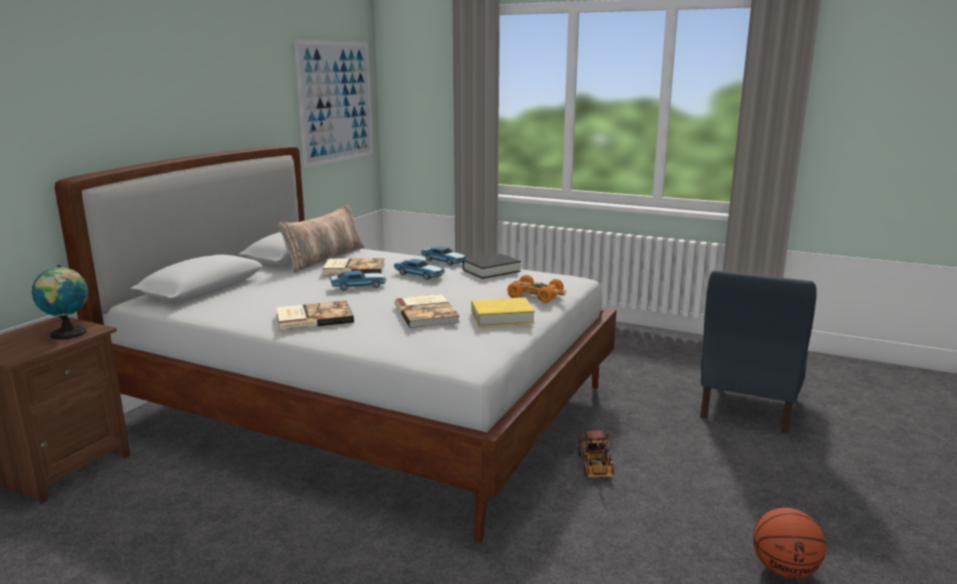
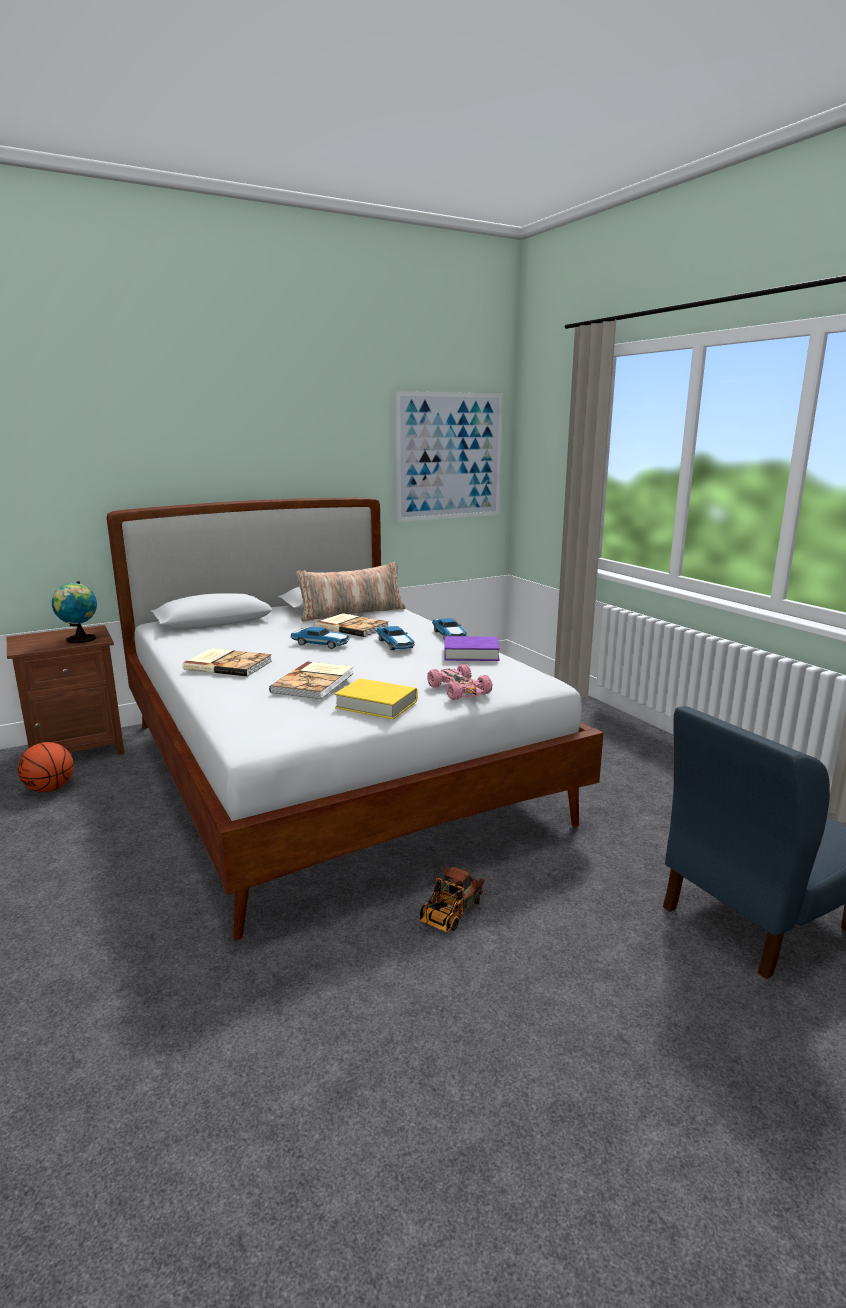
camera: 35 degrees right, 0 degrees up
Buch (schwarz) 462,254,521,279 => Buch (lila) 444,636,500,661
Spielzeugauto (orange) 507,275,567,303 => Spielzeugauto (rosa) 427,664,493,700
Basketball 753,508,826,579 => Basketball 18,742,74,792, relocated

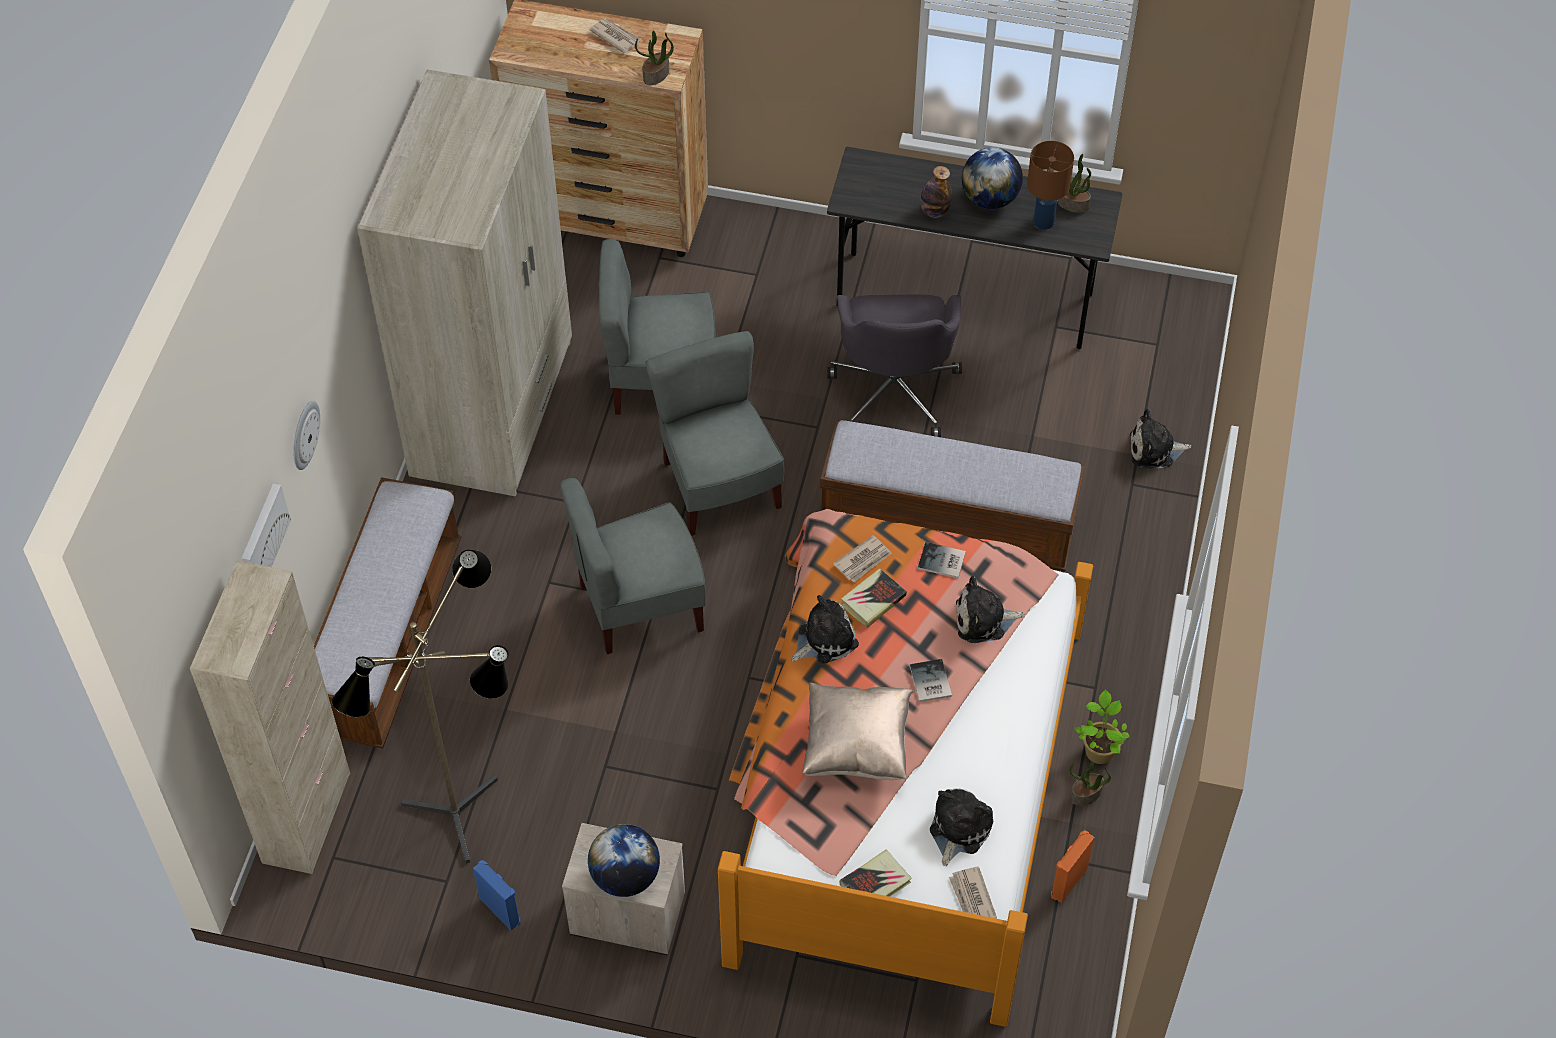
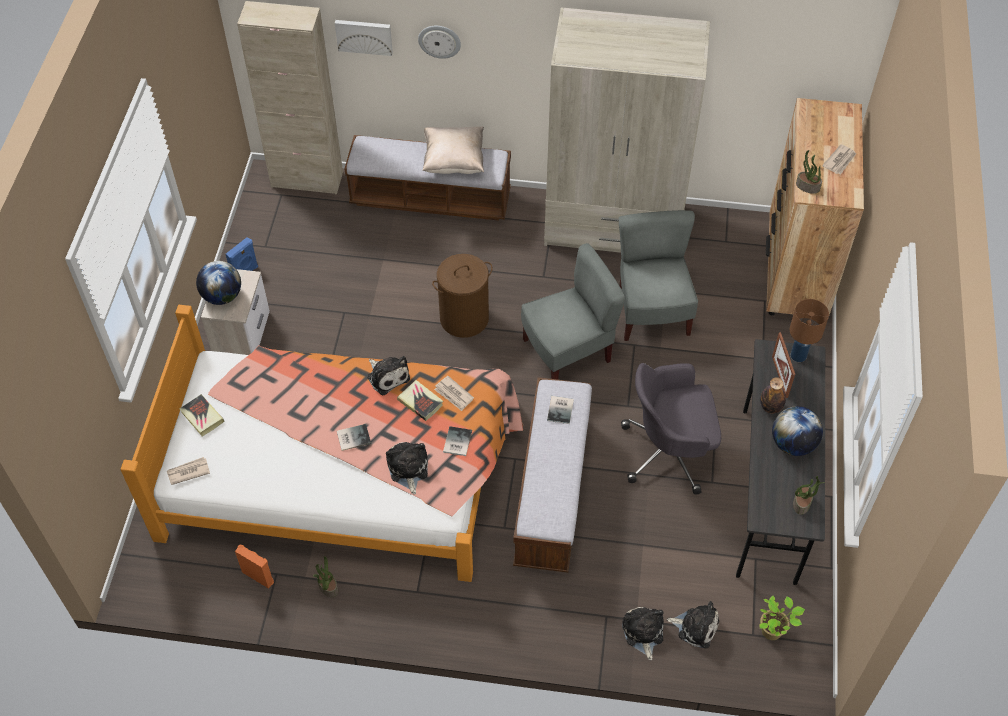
camera: 85 degrees right, 0 degrees up
Tischlampe (braun) 1027,141,1074,230 => Tischlampe (braun) 790,299,829,362, relocated
Stuhl (grau) 560,478,706,654 => Wäschekorb (braun) 432,254,493,338
Stehlampe 332,550,508,863 => nothing
Kissen (beige) 802,682,913,780 => Kissen (beige) 422,126,484,174, relocated
Topfpflanze 1075,690,1130,764 => Topfpflanze 759,596,805,640, relocated
Plüschtier 930,788,994,866 => Plüschtier 667,601,719,648, relocated
nothing => Bilderrahmen 772,332,795,398
nothing => Buch 547,396,574,424

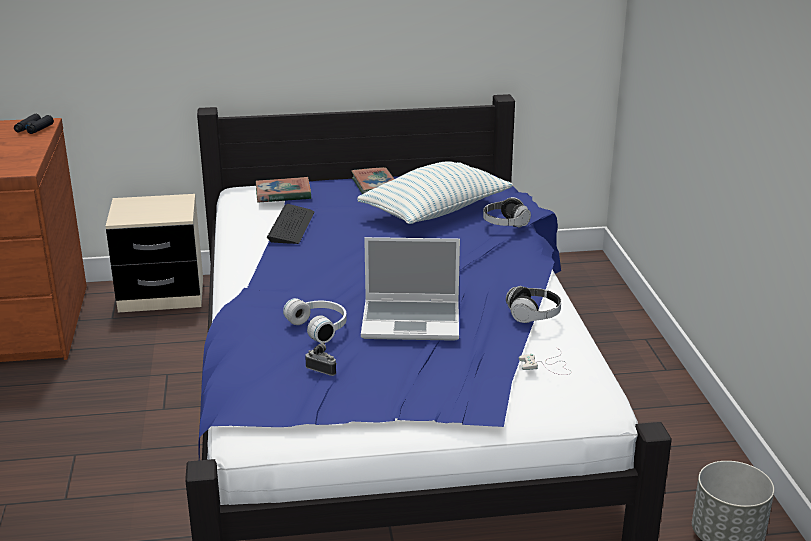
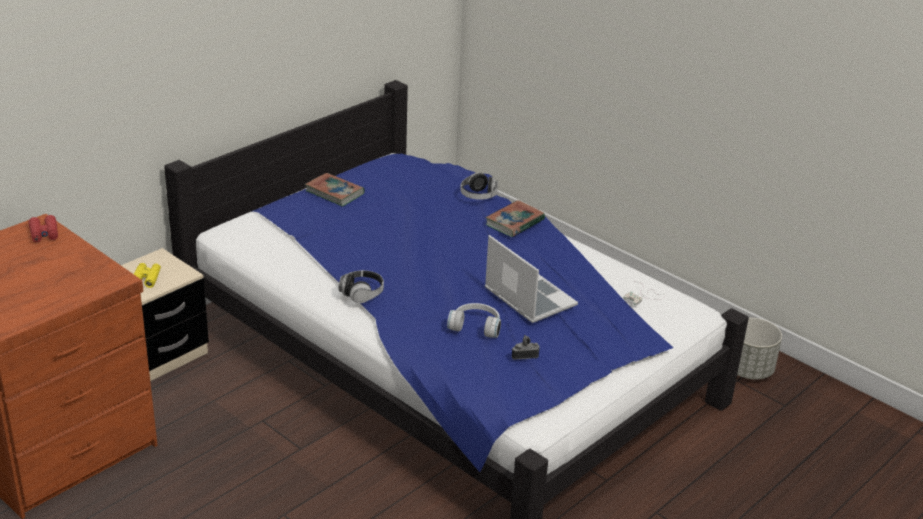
camera: 40 degrees left, 5 degrees up
Fernglas (schwarz) 14,114,54,134 => Fernglas (rot) 29,215,58,242
Kissen 357,161,513,224 => nothing
Buch 256,177,311,203 => Buch 485,200,545,237, relocated
Tastatur 267,204,314,244 => nothing
Laptop 361,237,460,341 => Laptop 485,235,578,323, 90 degrees counterclockwise
Kopfhörer 506,286,561,323 => Kopfhörer 339,270,384,303, relocated
nothing => Fernglas (gelb) 134,263,161,288

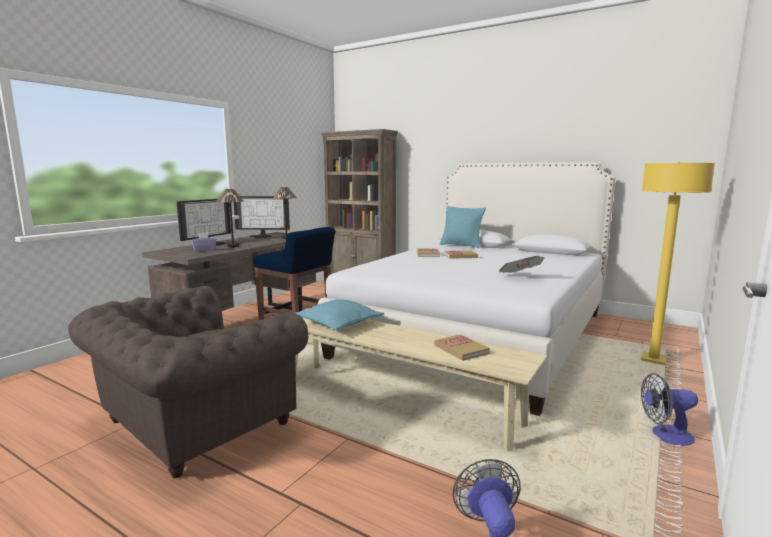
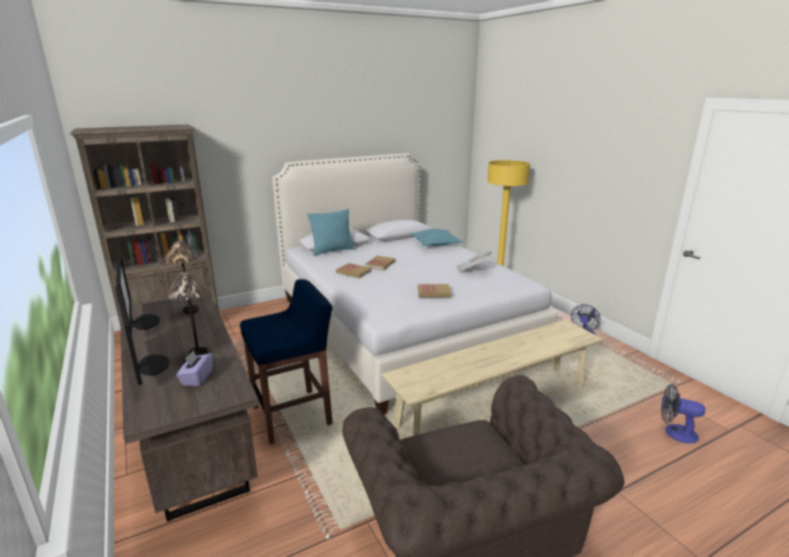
camera: 60 degrees left, 10 degrees up
Monitor 234,196,290,238 => Monitor 116,255,160,335, 60 degrees counterclockwise
Kissen (türkis) 295,299,384,330 => Kissen (türkis) 410,229,463,246, relocated
Buch 434,334,490,361 => Buch 418,284,451,297, relocated

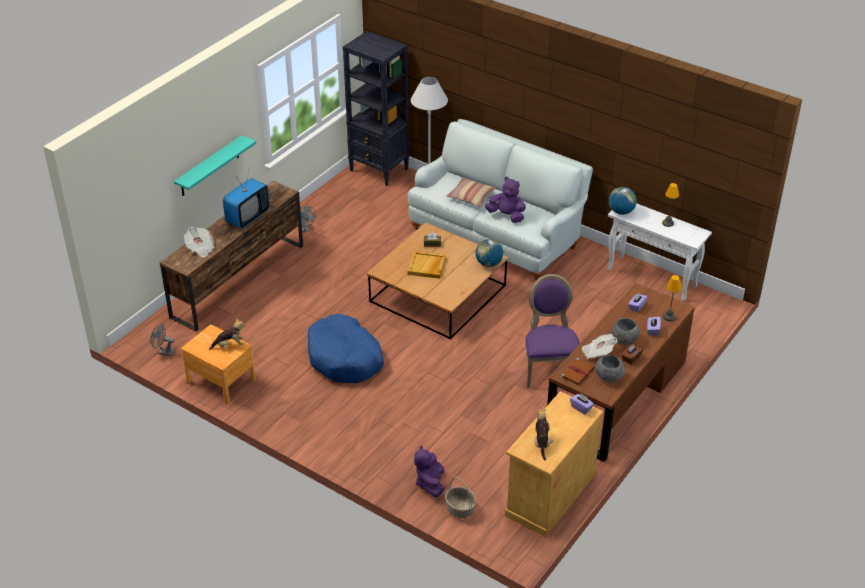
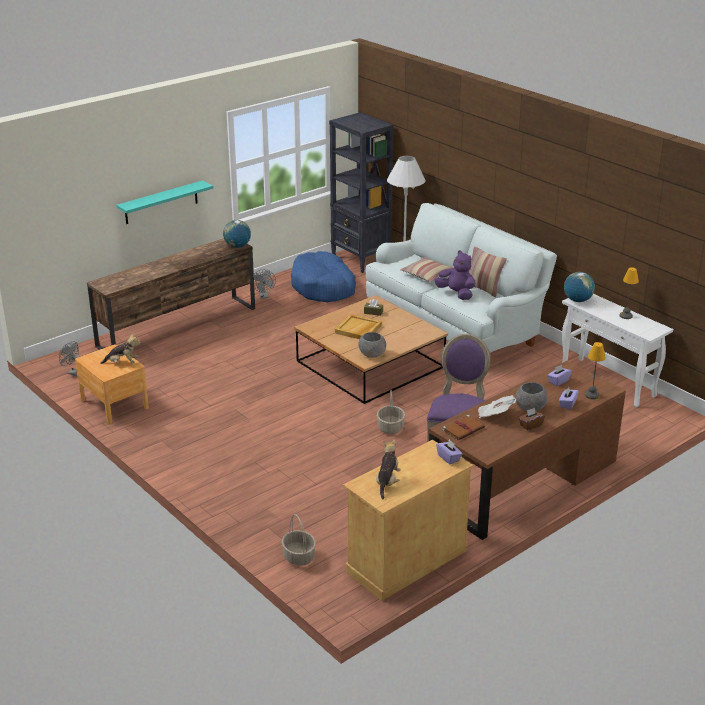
camera: 15 degrees right, 10 degrees down
Fernseher 223,167,270,229 => nothing
Zeitung 184,227,215,258 => nothing
Globus 475,239,503,267 => Globus 223,220,251,248, relocated
Hundebett (blau) 308,314,384,383 => Hundebett (blau) 291,251,356,302, relocated
Schüssel (grau) 595,355,625,383 => Schüssel (grau) 358,332,386,358, relocated
Plüschtier (lila) 414,445,444,497 => nothing
nothing => Kissen 469,246,507,297
nothing => Korb 377,390,405,434

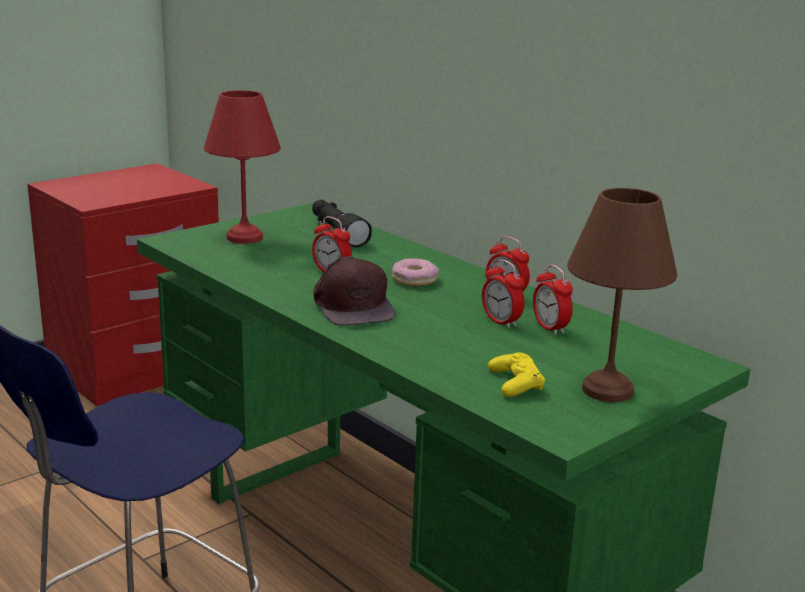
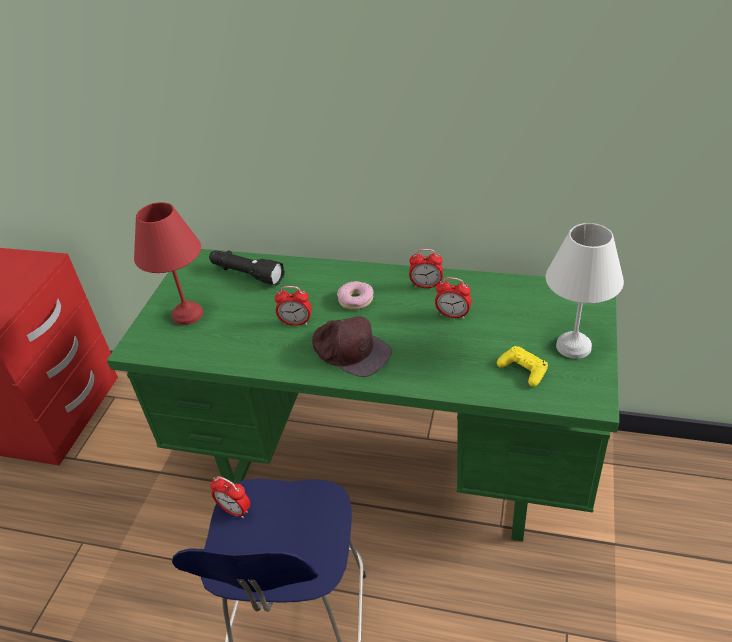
camera: 30 degrees left, 20 degrees up
Tischlampe (braun) 567,188,677,402 => Tischlampe (weiß) 545,223,624,359
Wecker 533,265,573,335 => Wecker 210,476,250,518, relocated

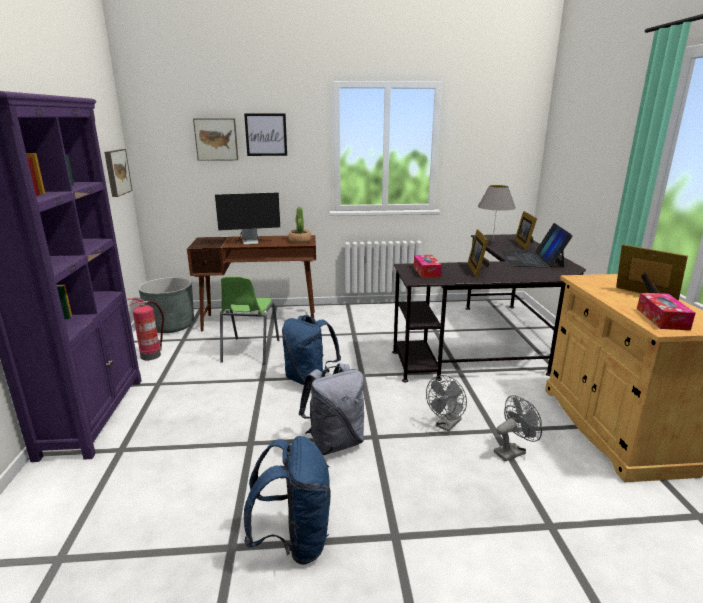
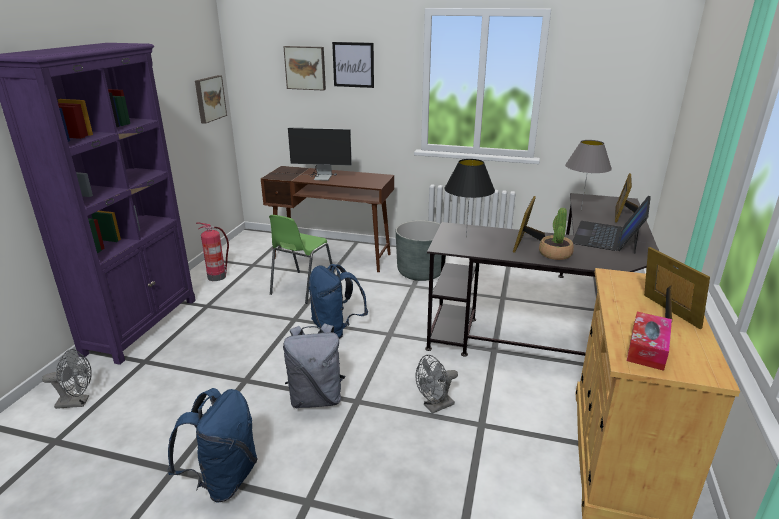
camera: 20 degrees right, 5 degrees up
Topfpflanze 288,207,312,243 => Topfpflanze 539,208,574,260, relocated
Taschentuchbox 414,255,442,278 => Tischlampe (schwarz) 444,159,495,238
Pflanzkübel (grau) 139,277,194,333 => Pflanzkübel (grau) 396,220,446,281, relocated
Ventilator (grau) 494,395,542,461 => Ventilator (grau) 42,349,92,409, relocated

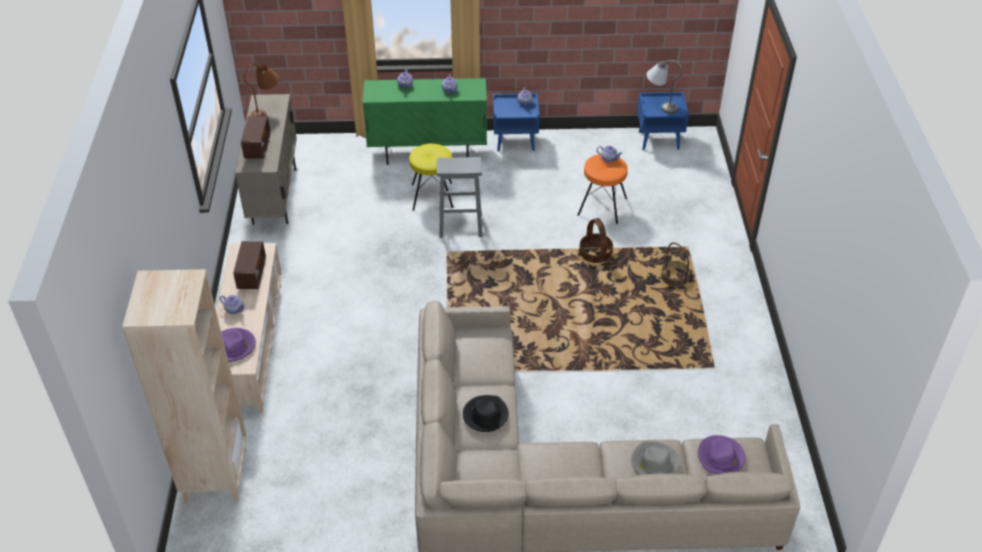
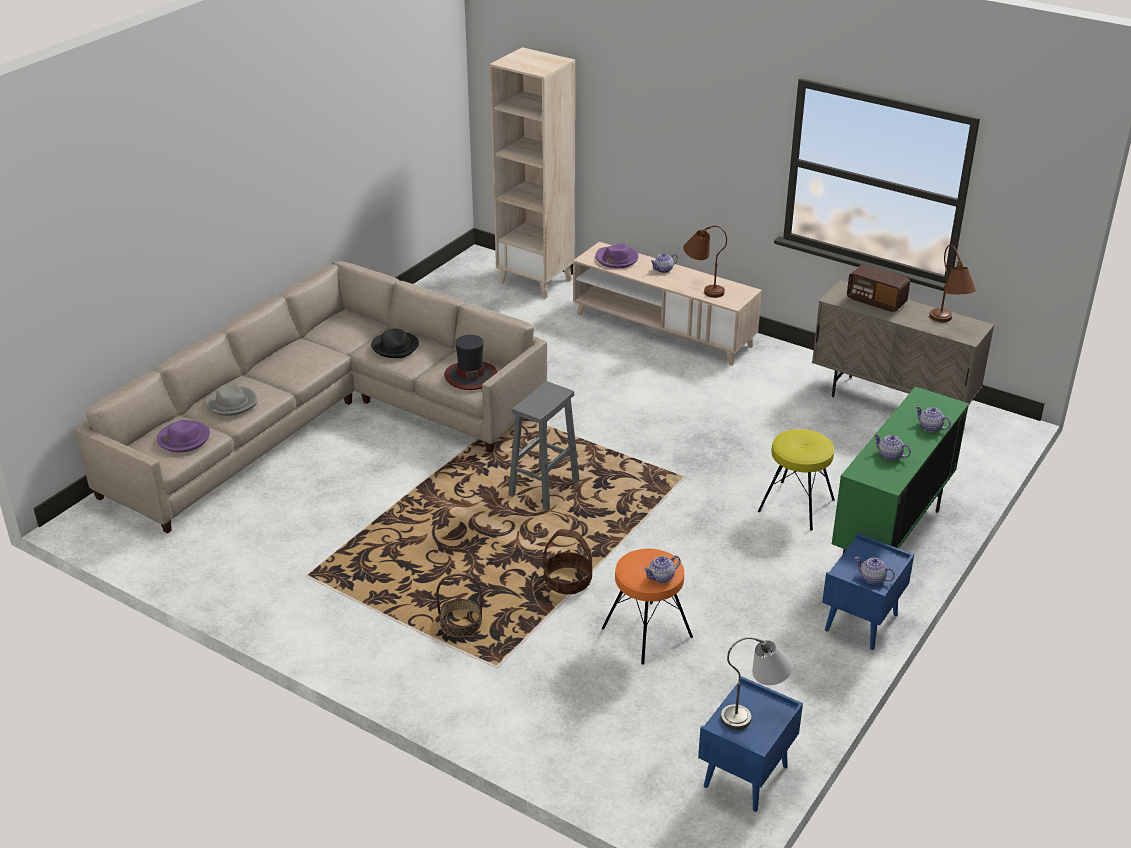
camera: 125 degrees right, 10 degrees down
Hocker (grau) 437,157,482,238 => Hocker (grau) 508,381,580,511, relocated
Radio 234,241,266,289 => Tischlampe (braun) 683,226,727,298
nothing => Hut 444,335,497,390

